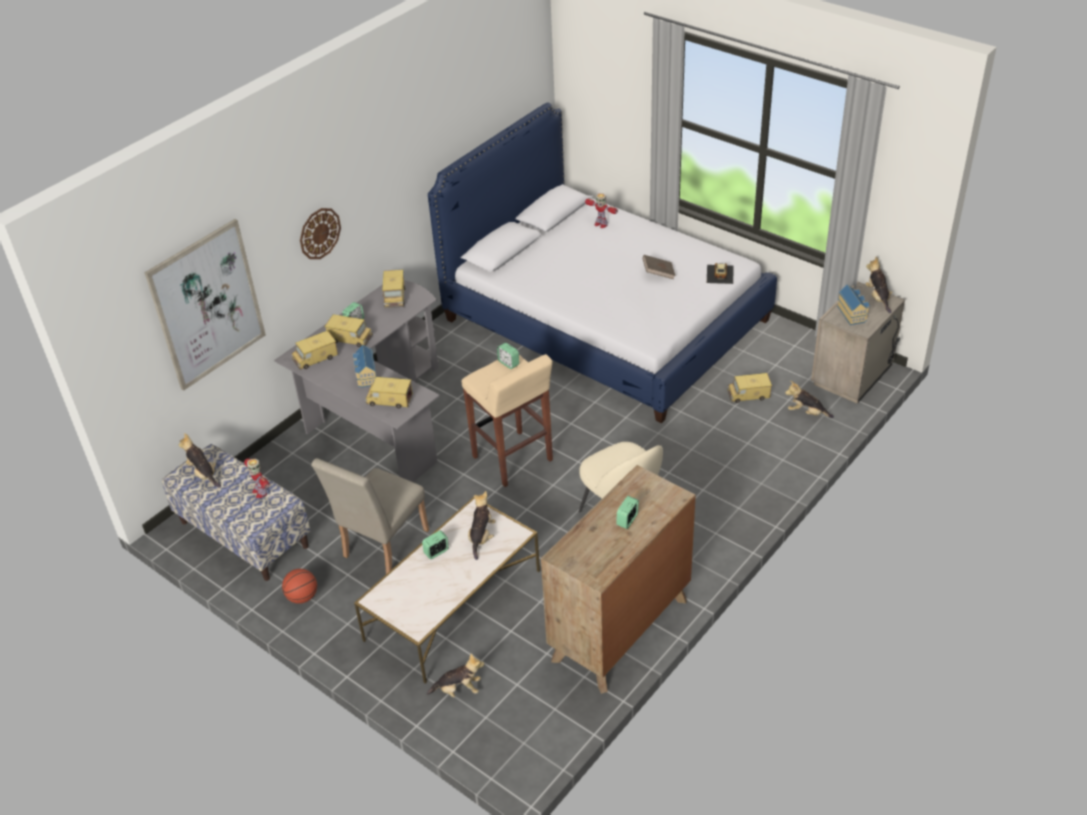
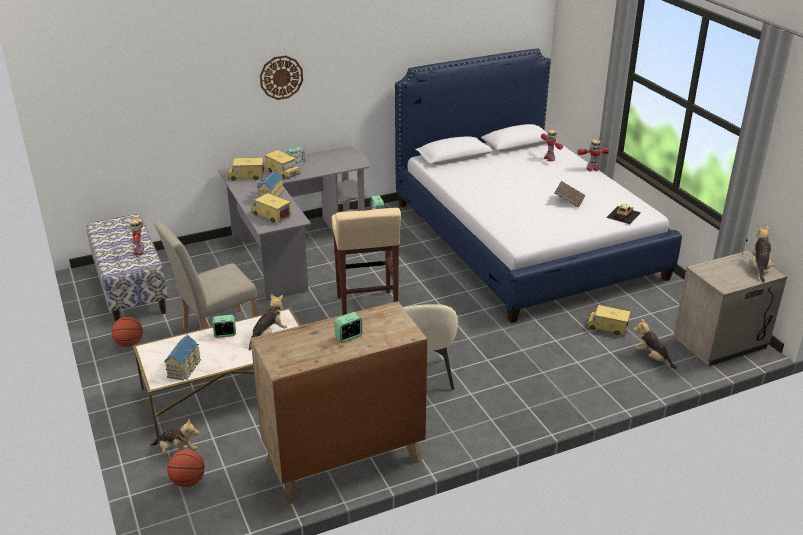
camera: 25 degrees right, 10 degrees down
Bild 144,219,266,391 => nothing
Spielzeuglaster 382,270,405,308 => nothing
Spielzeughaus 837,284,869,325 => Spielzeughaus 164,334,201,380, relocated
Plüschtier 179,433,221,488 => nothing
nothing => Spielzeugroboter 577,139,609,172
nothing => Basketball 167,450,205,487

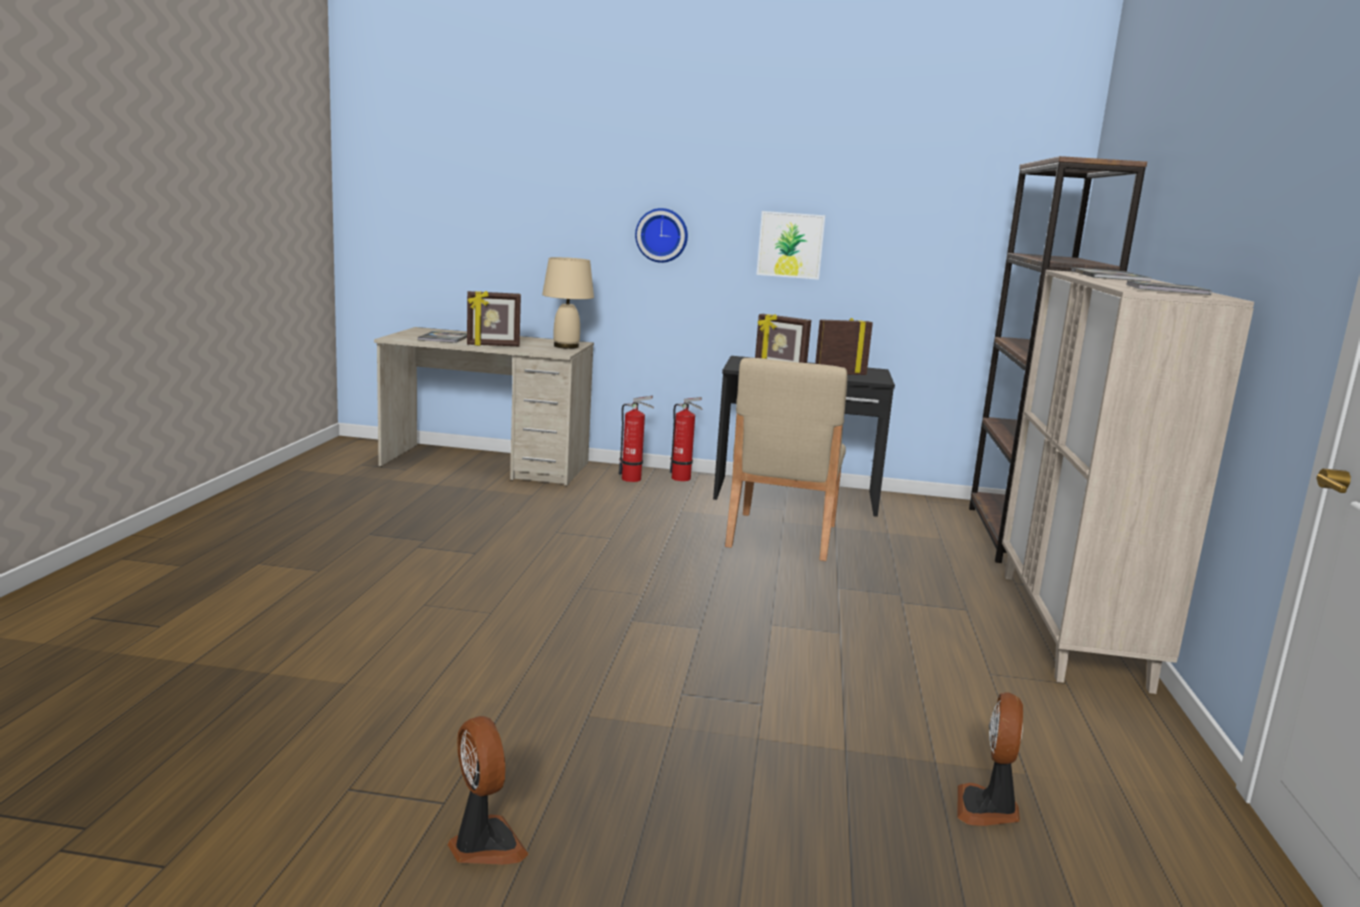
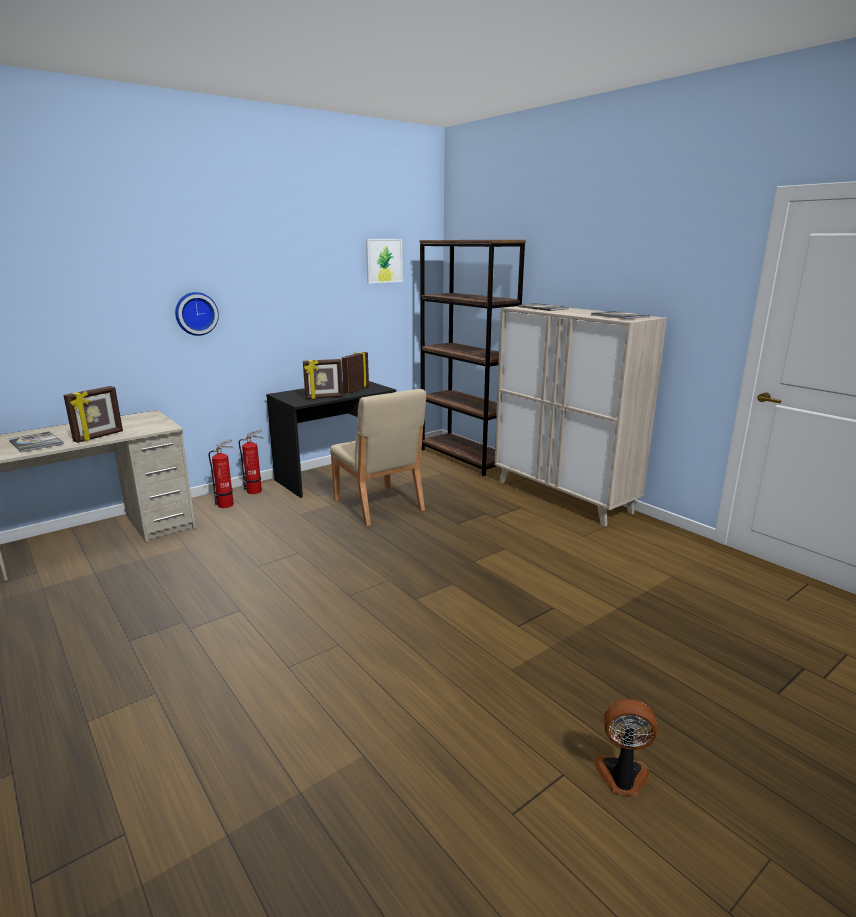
camera: 45 degrees left, 5 degrees up
Bild 756,211,825,280 => Bild 366,239,403,283, relocated
Tischlampe (beige) 542,257,594,349 => nothing
Ventilator 958,692,1023,826 => nothing

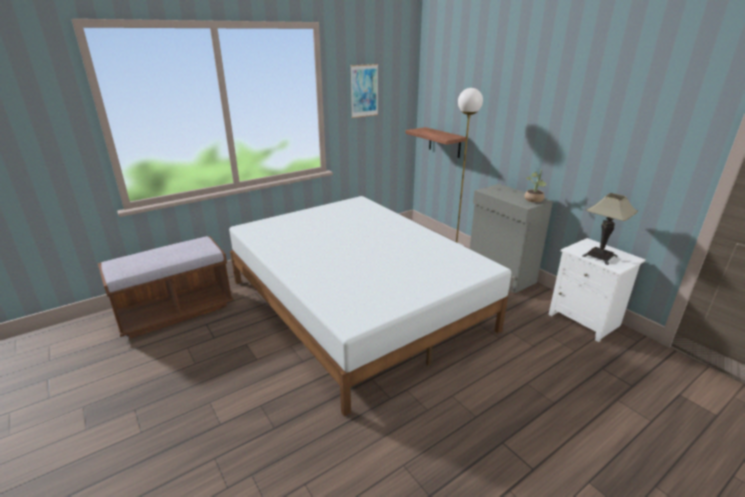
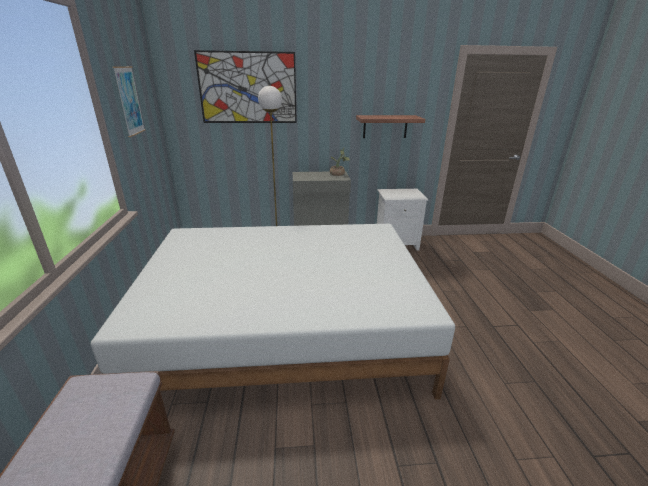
camera: 60 degrees left, 0 degrees up
Wandregal 405,127,468,158 => Wandregal 356,115,425,138, relocated
Tischlampe 582,193,638,265 => nothing
nothing => Bild 194,50,297,123

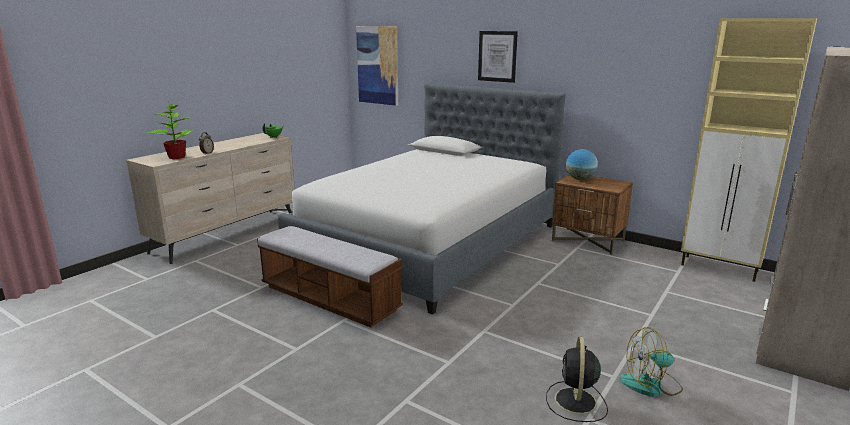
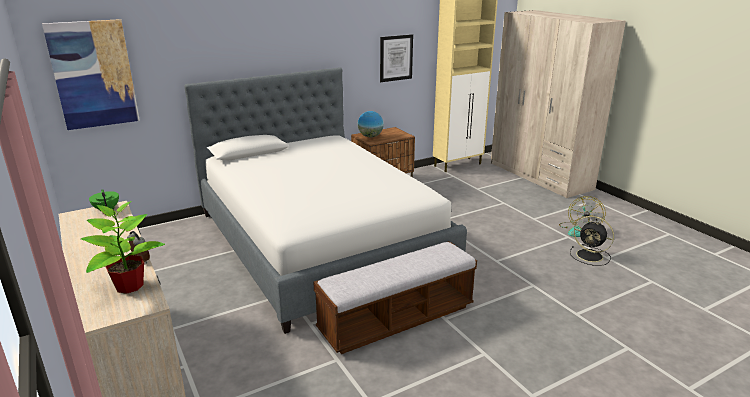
camera: 65 degrees left, 5 degrees up
Bild 478,31,518,83 => Bild 380,34,413,82, relocated

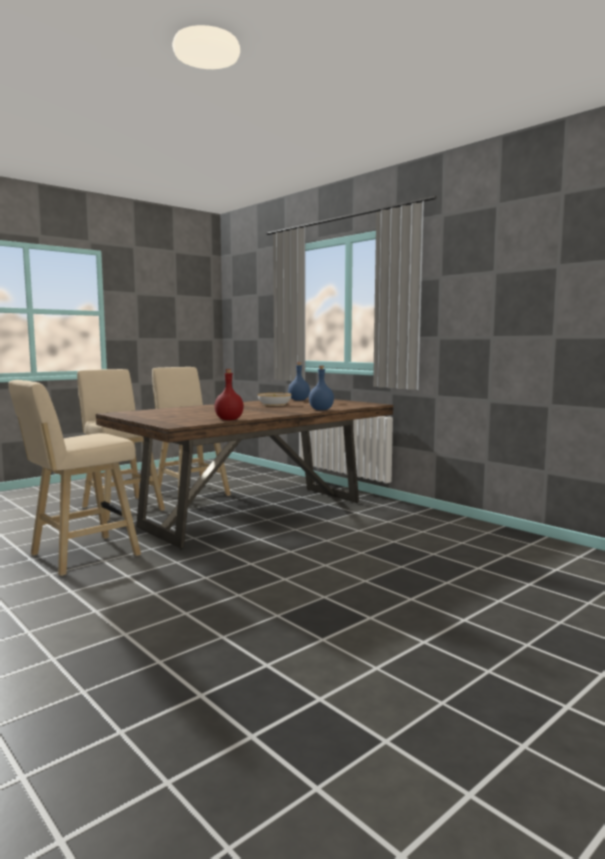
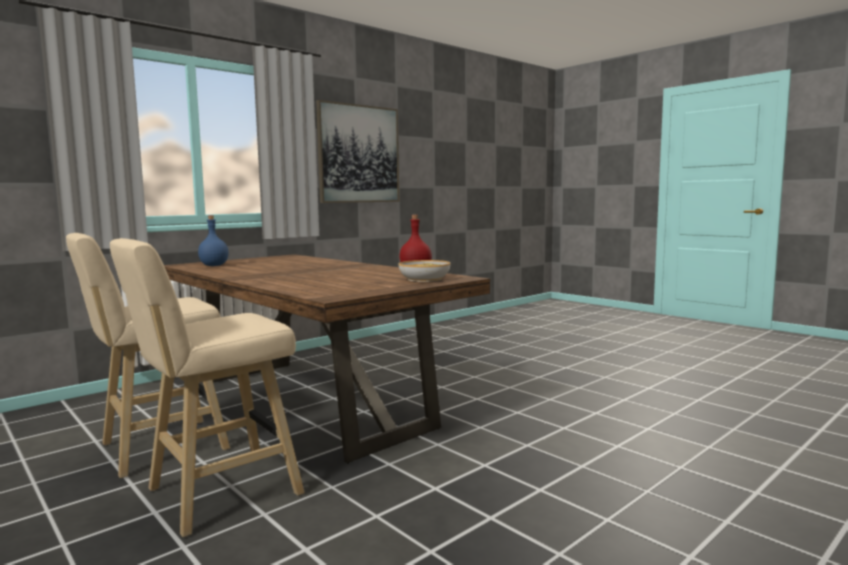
camera: 90 degrees left, 0 degrees up
Flasche (blau) 309,366,334,410 => nothing
Hocker (beige) 9,380,141,576 => nothing
Schüssel 258,393,291,406 => Schüssel 399,260,451,282, relocated
nothing => Bild 316,100,400,203

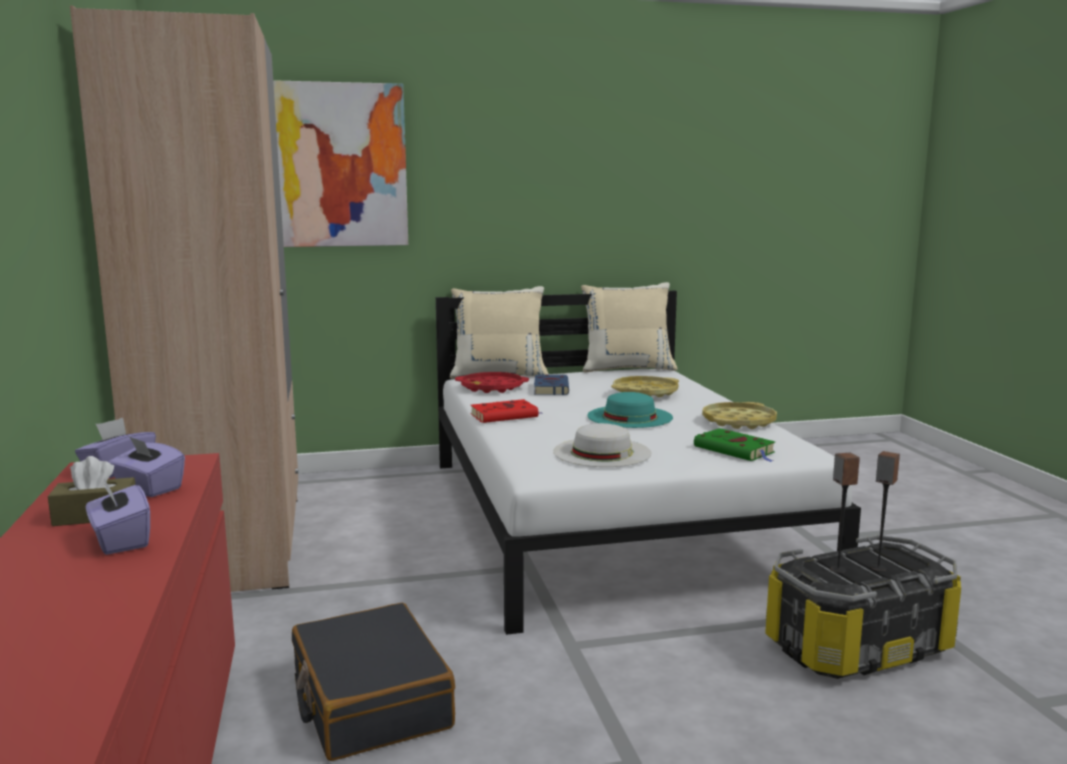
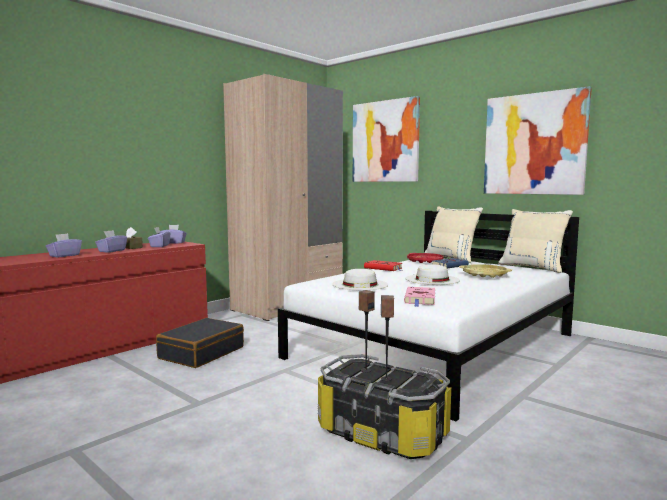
camera: 55 degrees right, 5 degrees down
Hut (türkis) 587,392,673,428 => Hut (weiß) 405,264,460,285
Tablett (gelb) 702,402,777,429 => nothing
Buch (grün) 694,428,775,462 => Buch (rosa) 404,287,435,307
nothing => Bild 484,86,592,195
nothing => Taschentuchbox (lila) 46,233,82,257

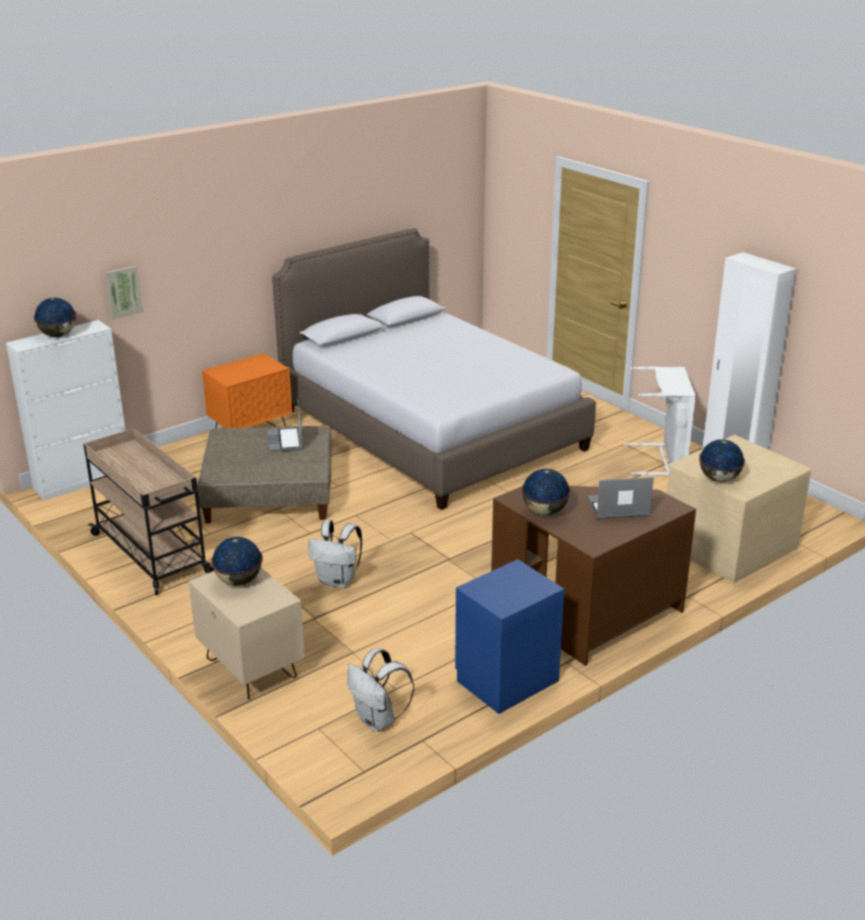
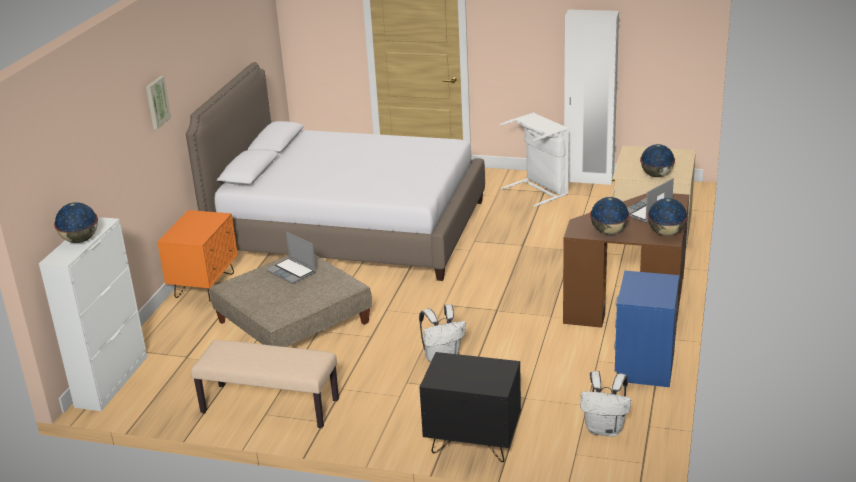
camera: 35 degrees left, 0 degrees up
Bild 105,265,143,319 => Bild 146,76,171,129, relocated
Rollwagen (beige) 83,428,214,595 => Bank (beige) 191,340,339,428
Globus 211,537,263,586 => Globus 647,198,688,236, relocated
Nachttisch (beige) 189,568,305,700 => Nachttisch (schwarz) 419,352,521,462

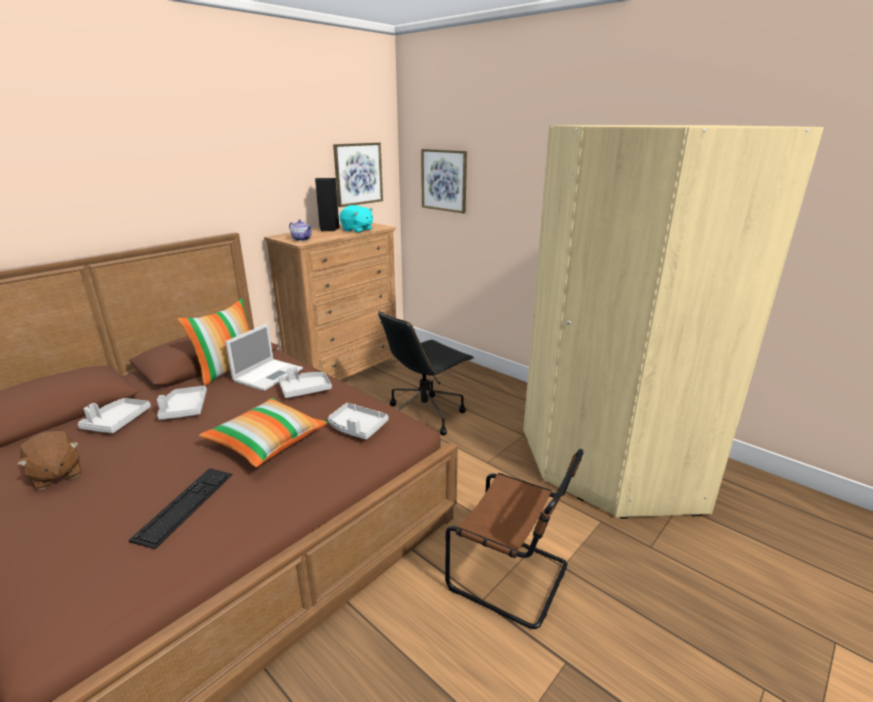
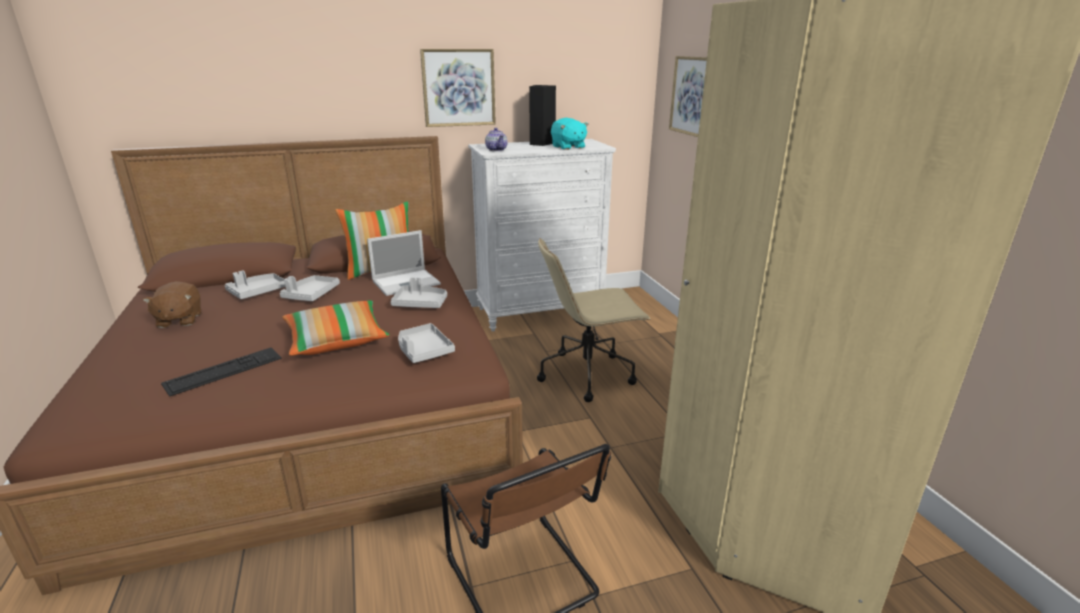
camera: 30 degrees right, 0 degrees up
Bild 333,143,383,207 => Bild 420,49,496,127, relocated
Kommode (braun) 264,223,398,381 => Kommode (weiß) 468,139,616,331
Bürostuhl (schwarz) 378,311,474,436 => Bürostuhl (beige) 537,238,651,402

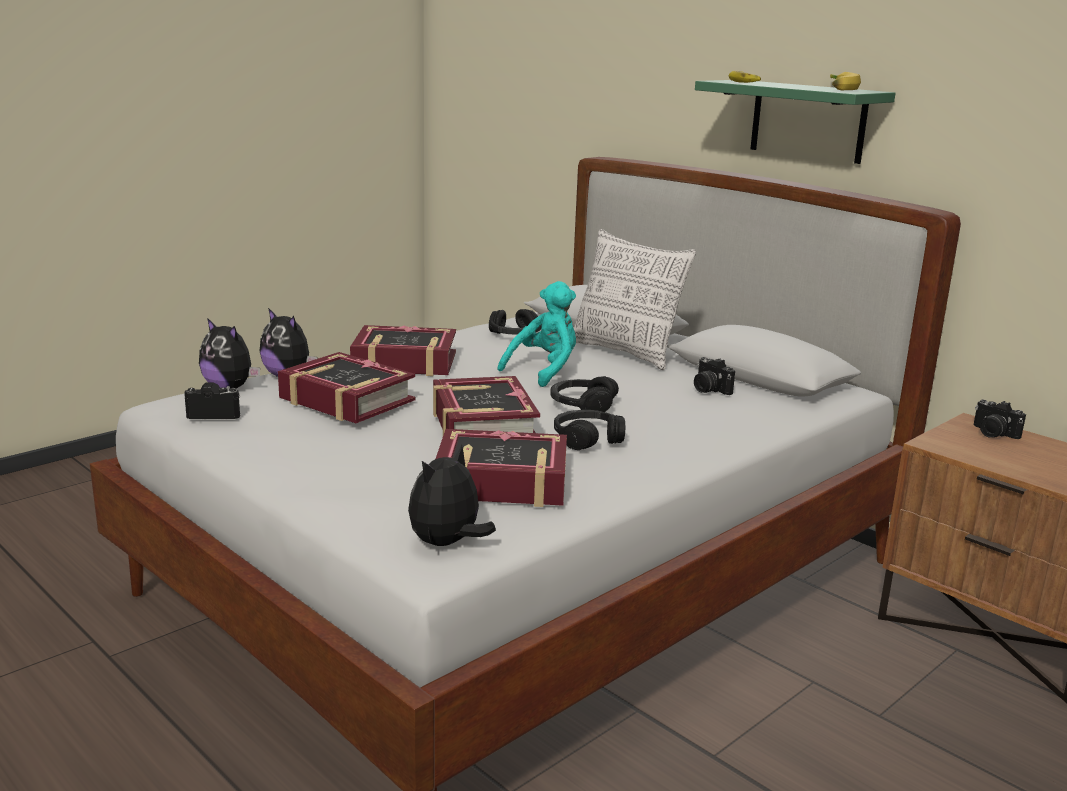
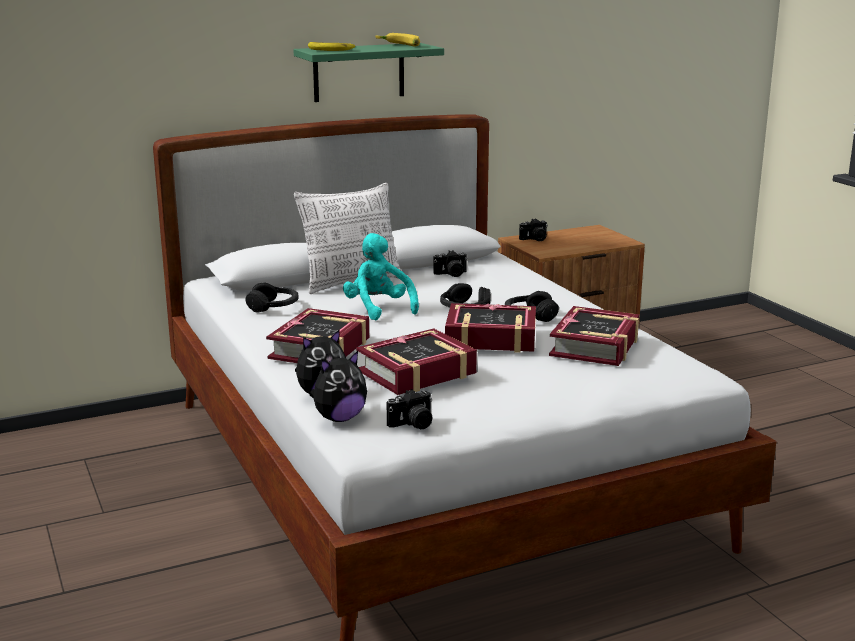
camera: 70 degrees left, 0 degrees up
Kamera 184,383,240,419 => Kamera 387,389,432,429, 135 degrees counterclockwise
Plüschtier 408,445,496,546 => nothing

